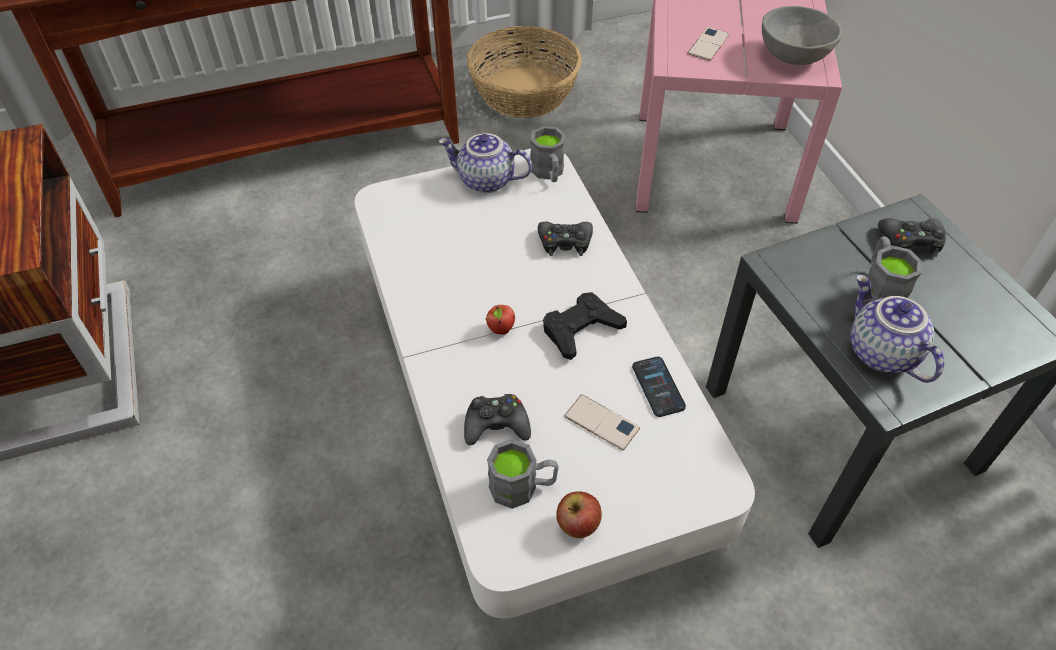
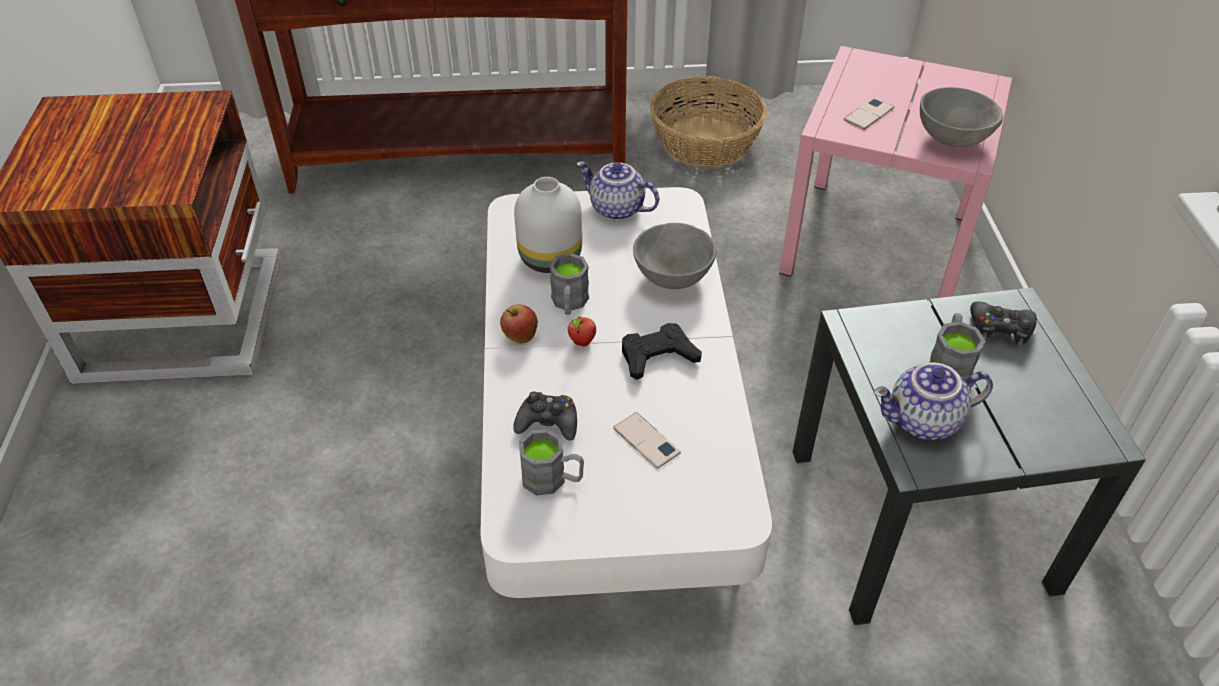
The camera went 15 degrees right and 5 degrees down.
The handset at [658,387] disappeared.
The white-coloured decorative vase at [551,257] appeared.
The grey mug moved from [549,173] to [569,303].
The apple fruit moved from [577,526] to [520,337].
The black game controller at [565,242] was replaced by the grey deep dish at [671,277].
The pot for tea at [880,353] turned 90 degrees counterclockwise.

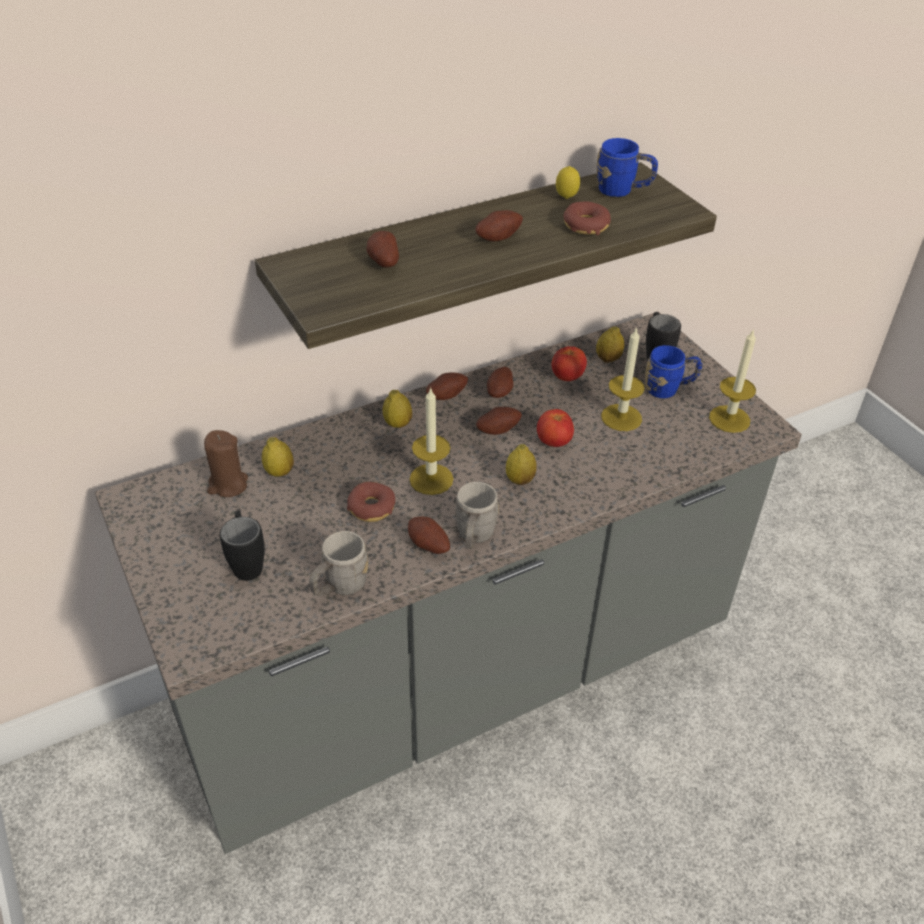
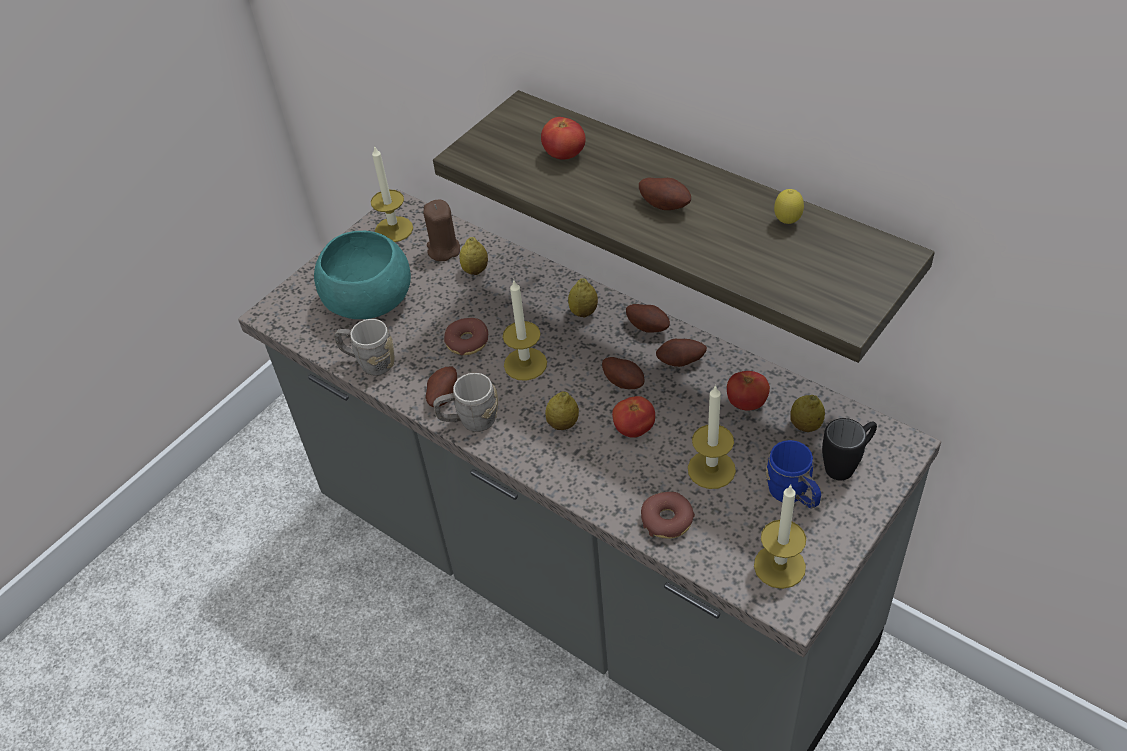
The camera went 70 degrees right and 5 degrees up.
The blue mug at [623,191] disappeared.
The wax candle at [394,229] appeared.
The doughnut moved from [585,226] to [667,520].
The black mug at [247,562] was replaced by the blue-green deep dish at [368,300].
The whole potato at [383,262] was replaced by the tomato at [564,155].

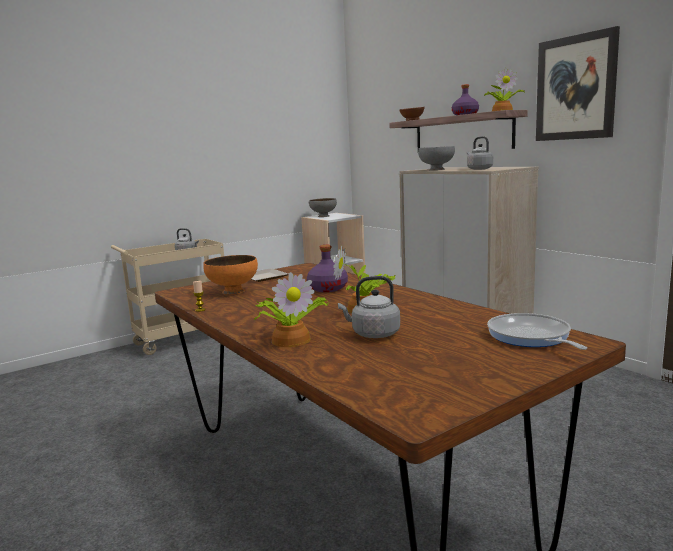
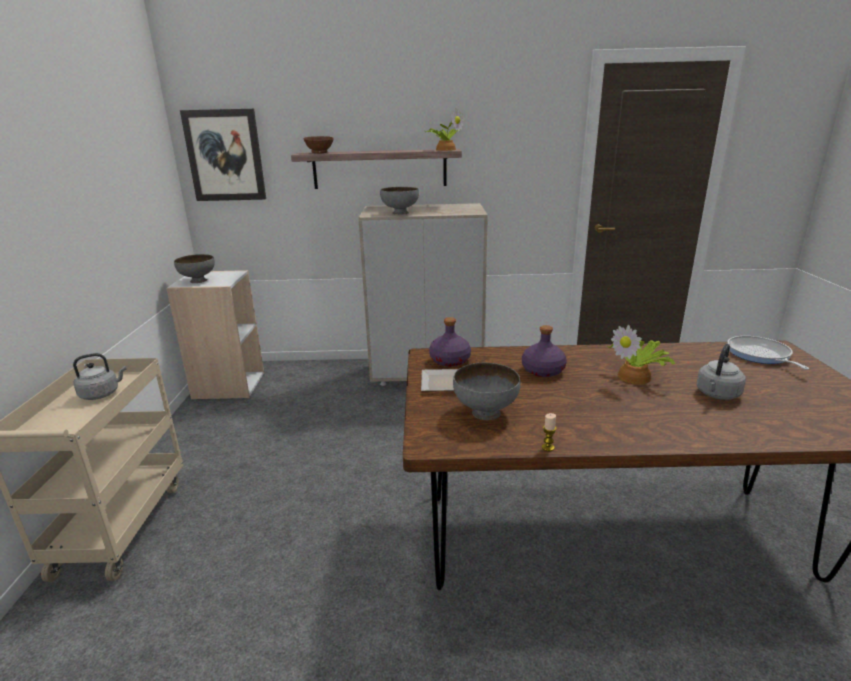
The camera went 55 degrees left and 10 degrees up.
The potted plant at [292,339] disappeared.
The grey water kettle at [478,169] disappeared.
The purplish drink bottle moved from [465,115] to [450,360].
The wall picture moved from [575,88] to [225,156].
The orangey deep dish at [233,291] became the grey deep dish at [485,412].
The pan at [530,337] turned 60 degrees clockwise.

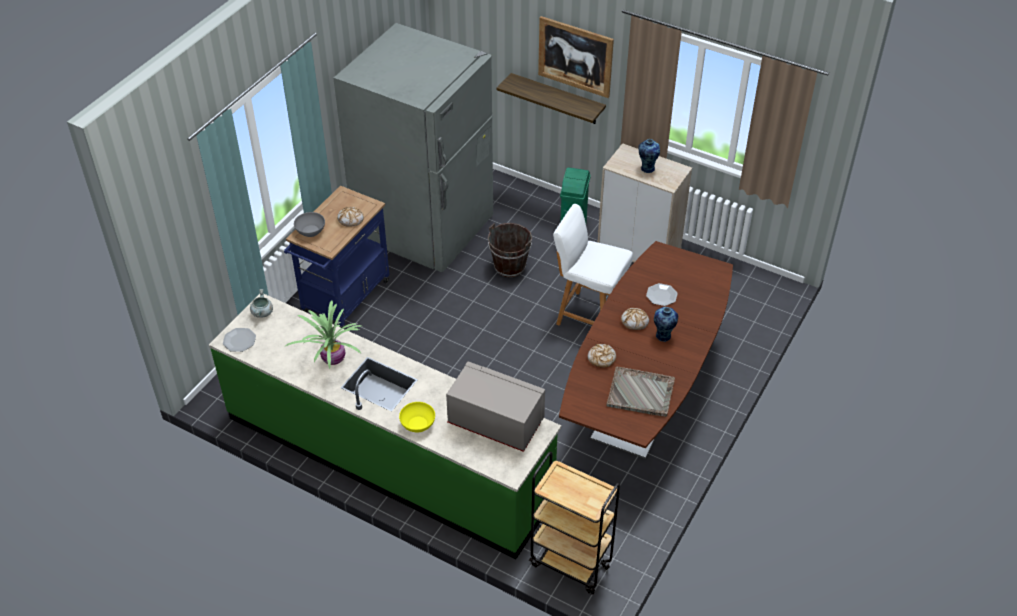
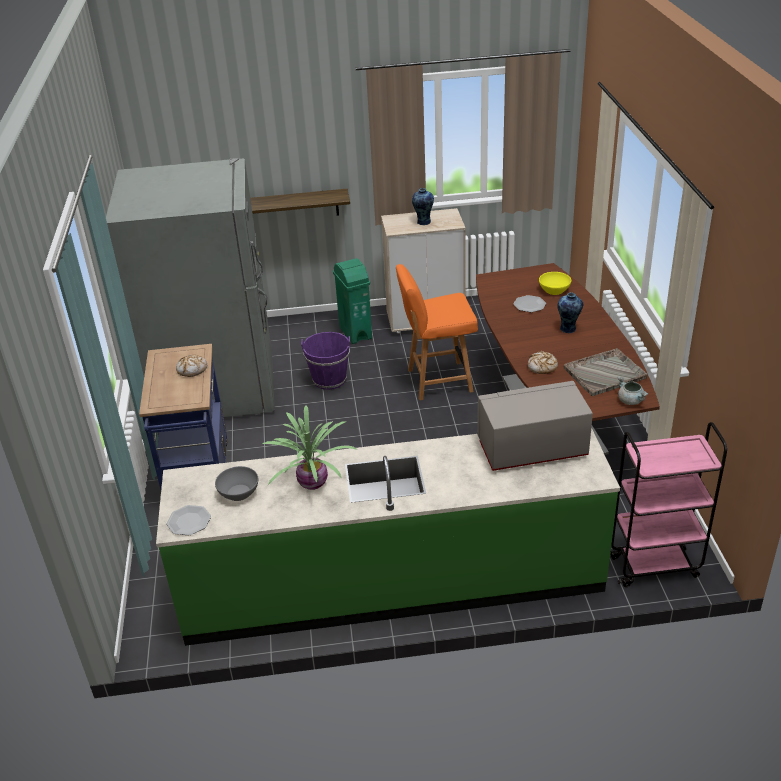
The camera went 35 degrees left and 10 degrees down.
The wall picture at [575,56] disappeared.
The bread at [635,321] disappeared.
The grey saucepot moved from [262,313] to [631,401].
The grey deep dish moved from [310,231] to [239,493].
The yellow deep dish moved from [417,424] to [554,290].
The brownish bucket at [510,266] became the purplish bucket at [329,380].
The brownish trolley at [569,567] became the pinkish trolley at [653,568].
The white-coloured plain chair at [588,315] became the orangey plain chair at [438,381].

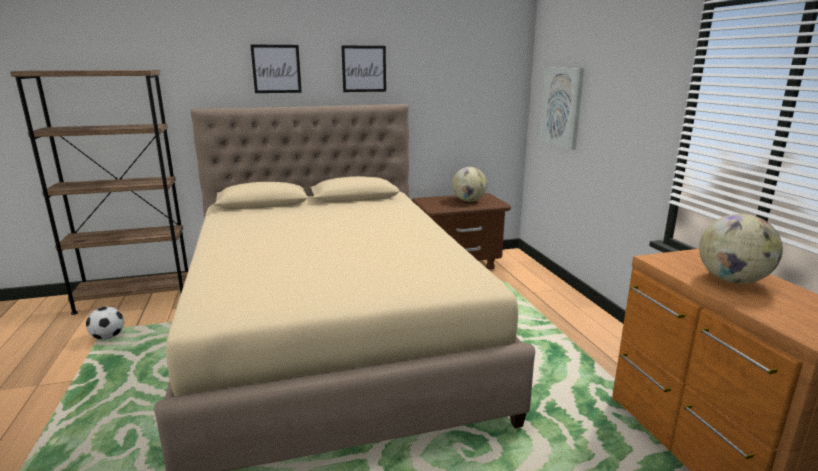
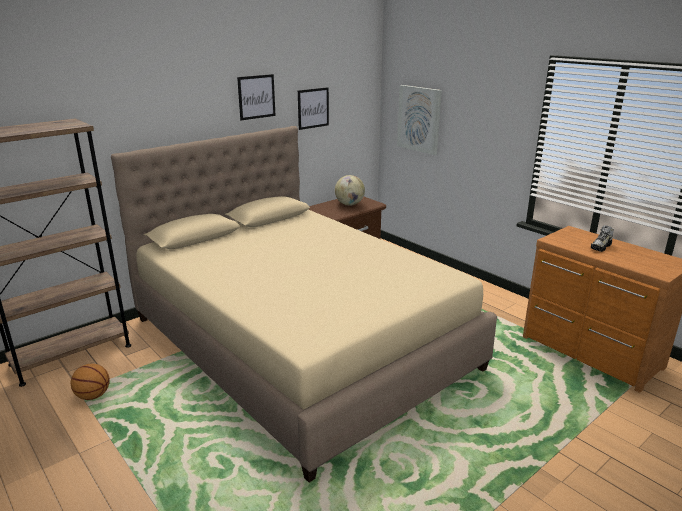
The camera went 25 degrees left and 5 degrees up.
The wall picture moved from [276,69] to [313,108].
The ball for football at [108,337] was replaced by the basketball at [93,396].
The desk globe at [732,280] was replaced by the low shoe at [601,247].

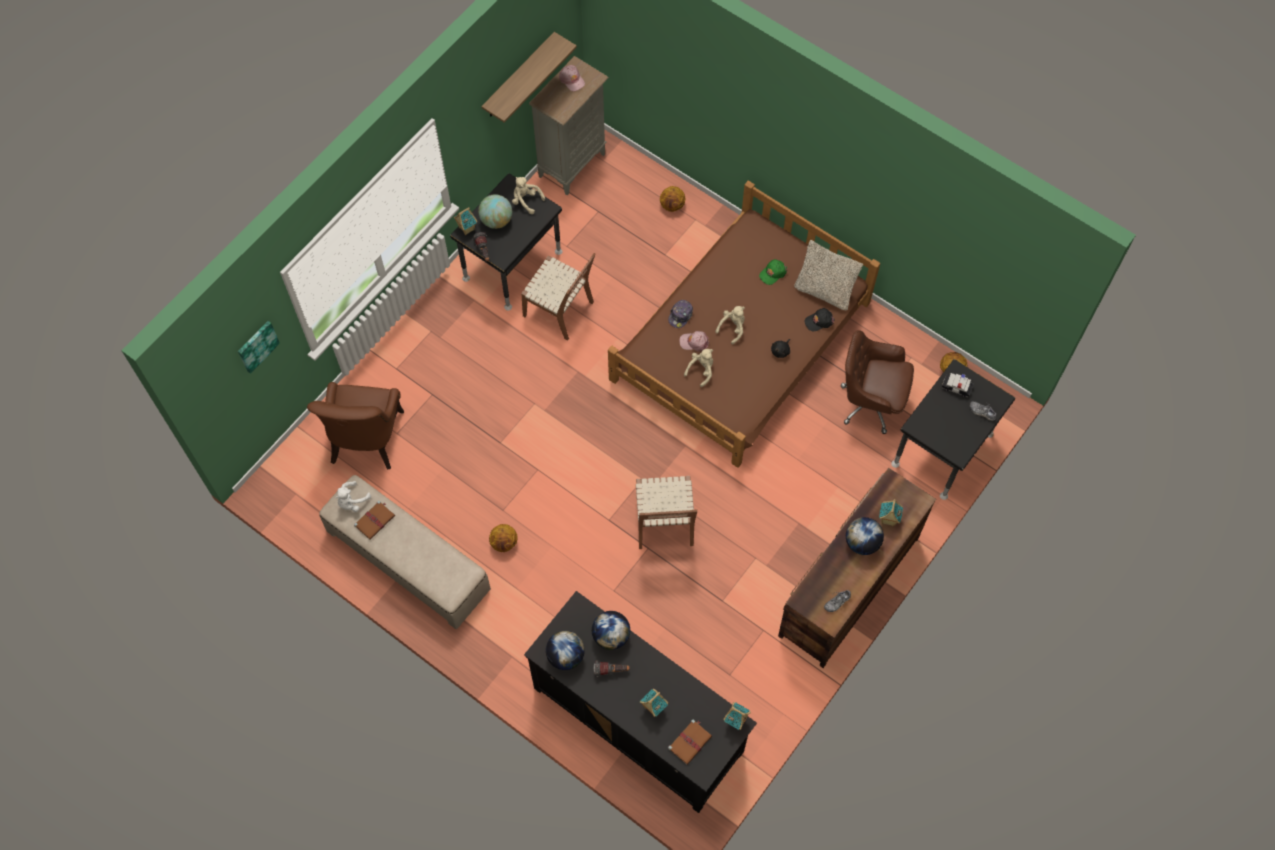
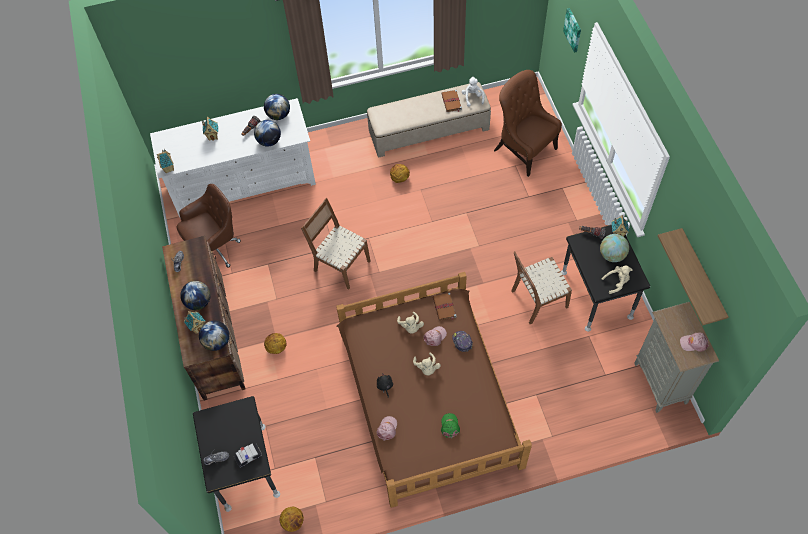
The camera went 130 degrees right and 5 degrees down.
The beige-coloured throw pillow at [825,289] disappeared.
The desk globe at [217,342] appeared.
The basketball moved from [672,206] to [276,348].
The brownish volume moved from [690,741] to [444,307].
The brownish office chair moved from [870,402] to [215,249].
The black chest of drawers at [639,718] became the white-coloured chest of drawers at [244,182].
The black peaked cap at [819,321] became the pinkish peaked cap at [387,429].

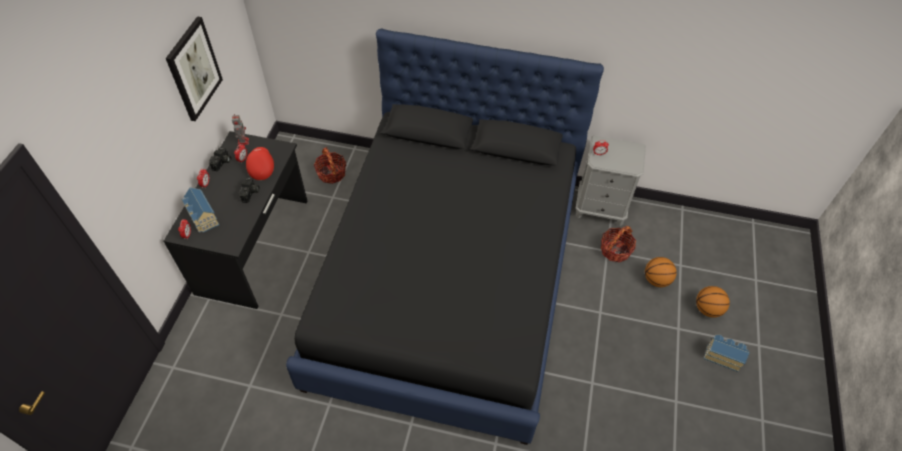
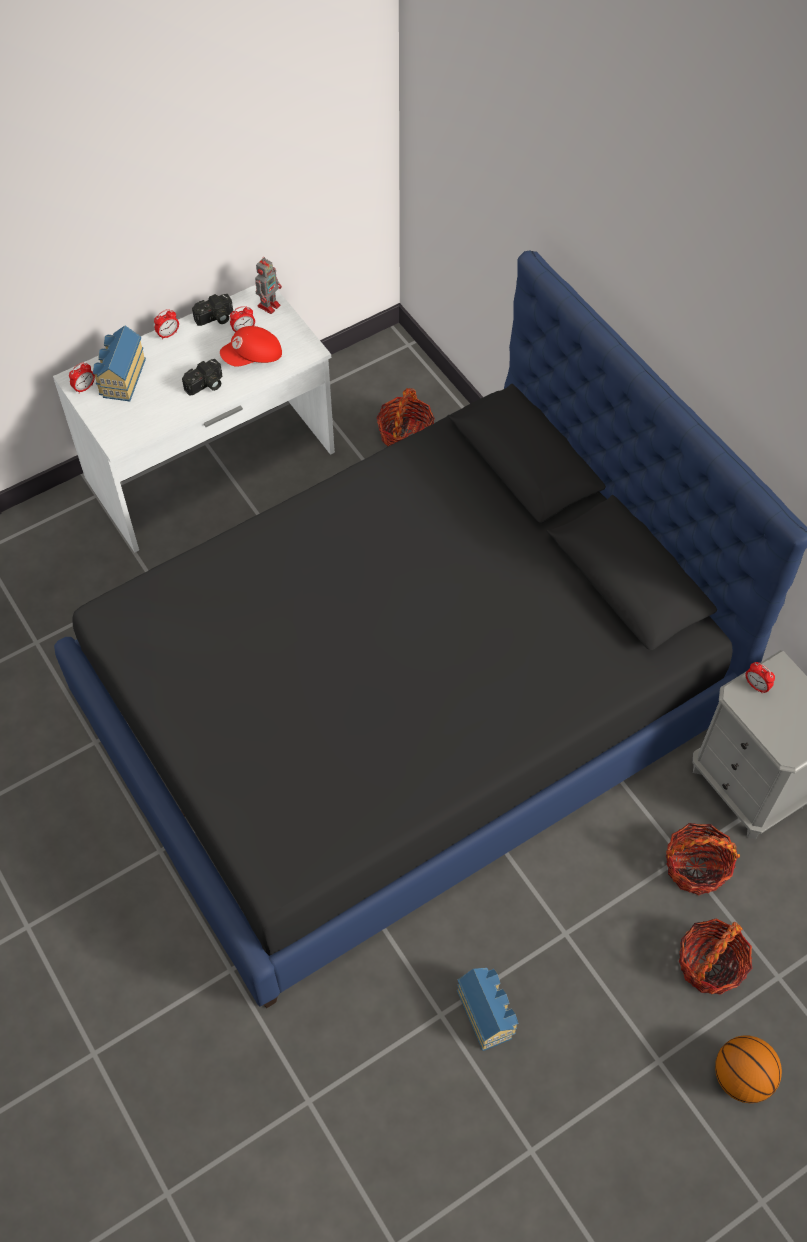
The camera went 45 degrees right and 5 degrees up.
The wall picture at [194,69] disappeared.
The toy house moved from [722,356] to [487,1012].
The basketball at [656,280] was replaced by the household basket at [710,964].
The black desk table at [255,246] became the white-coloured desk table at [211,466].
The red peaked cap at [261,167] turned 150 degrees counterclockwise.

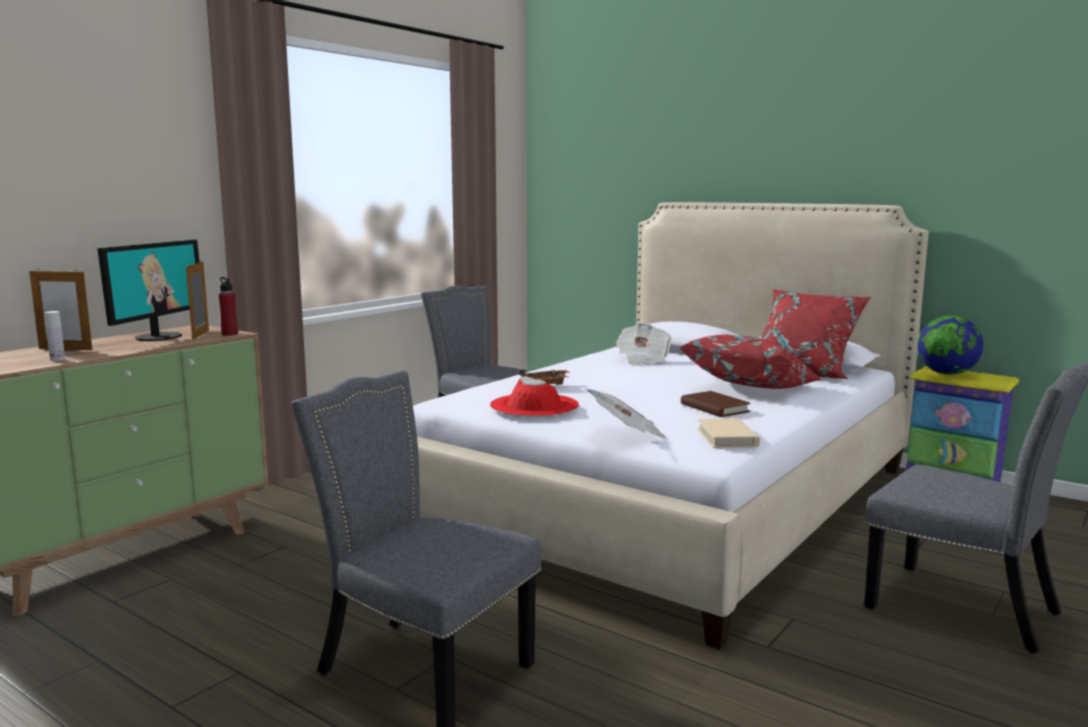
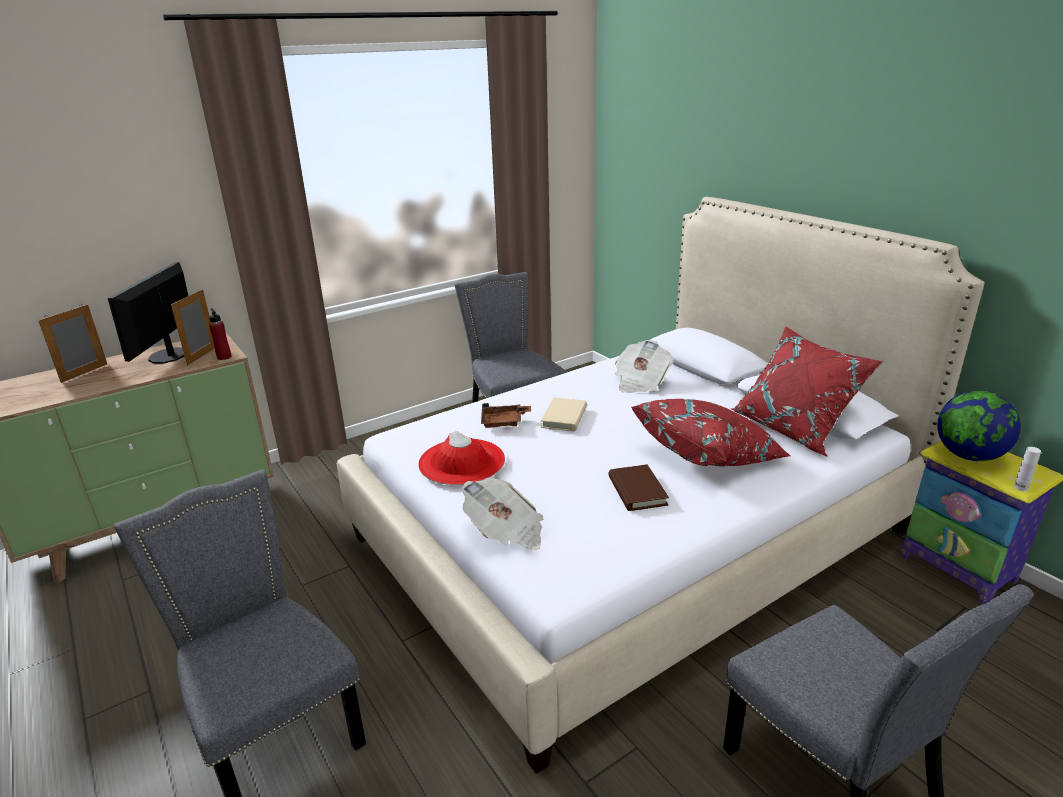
The camera went 20 degrees right and 15 degrees up.
The white-coloured drink bottle moved from [57,359] to [1021,487].
The beige-coloured volume moved from [727,437] to [564,417].
The photo frame at [65,349] turned 90 degrees clockwise.
The monitor at [158,337] turned 150 degrees clockwise.

